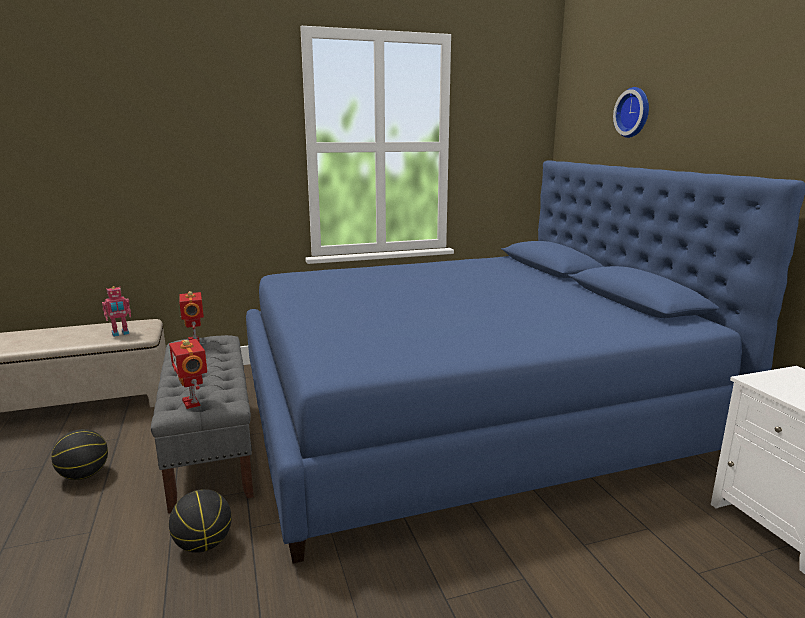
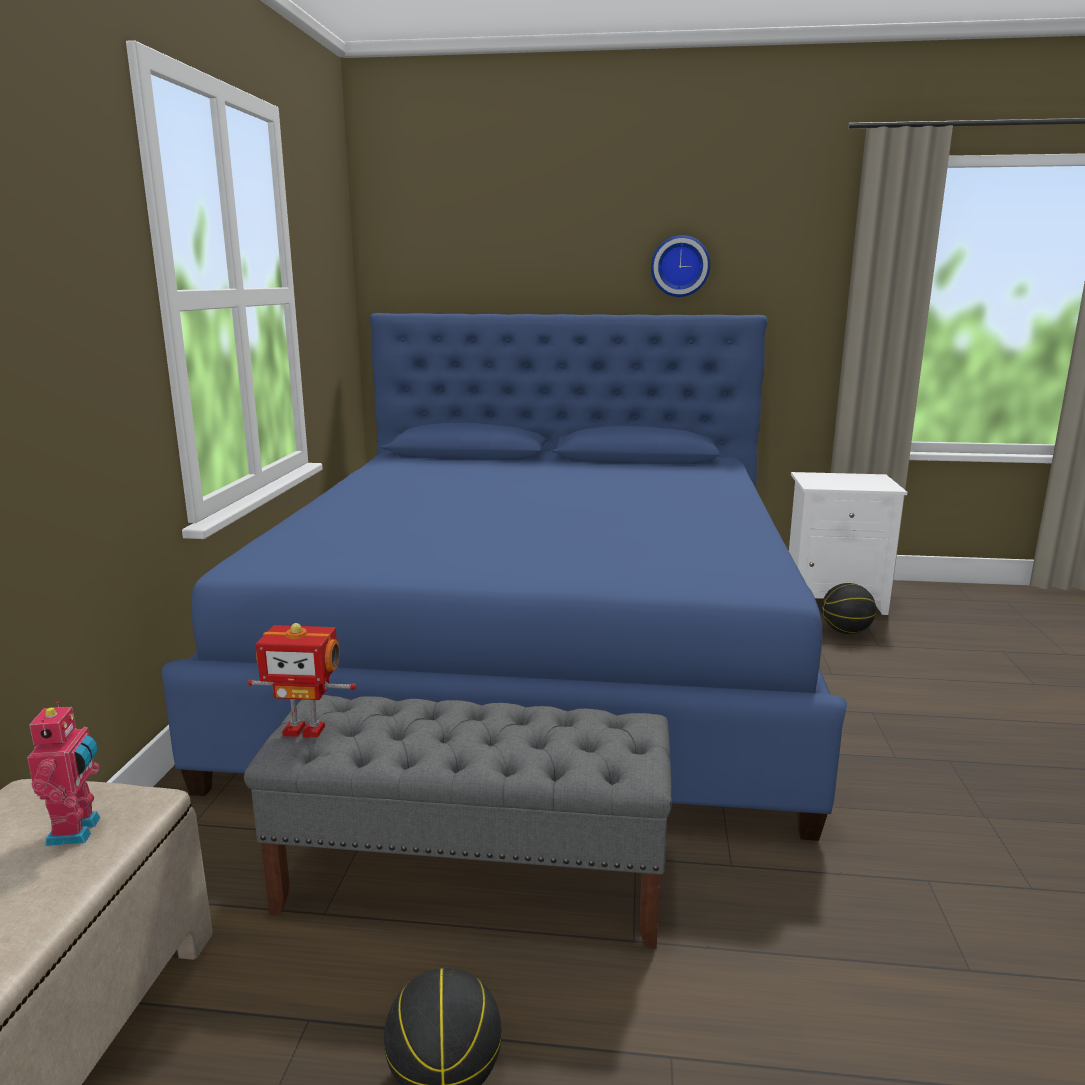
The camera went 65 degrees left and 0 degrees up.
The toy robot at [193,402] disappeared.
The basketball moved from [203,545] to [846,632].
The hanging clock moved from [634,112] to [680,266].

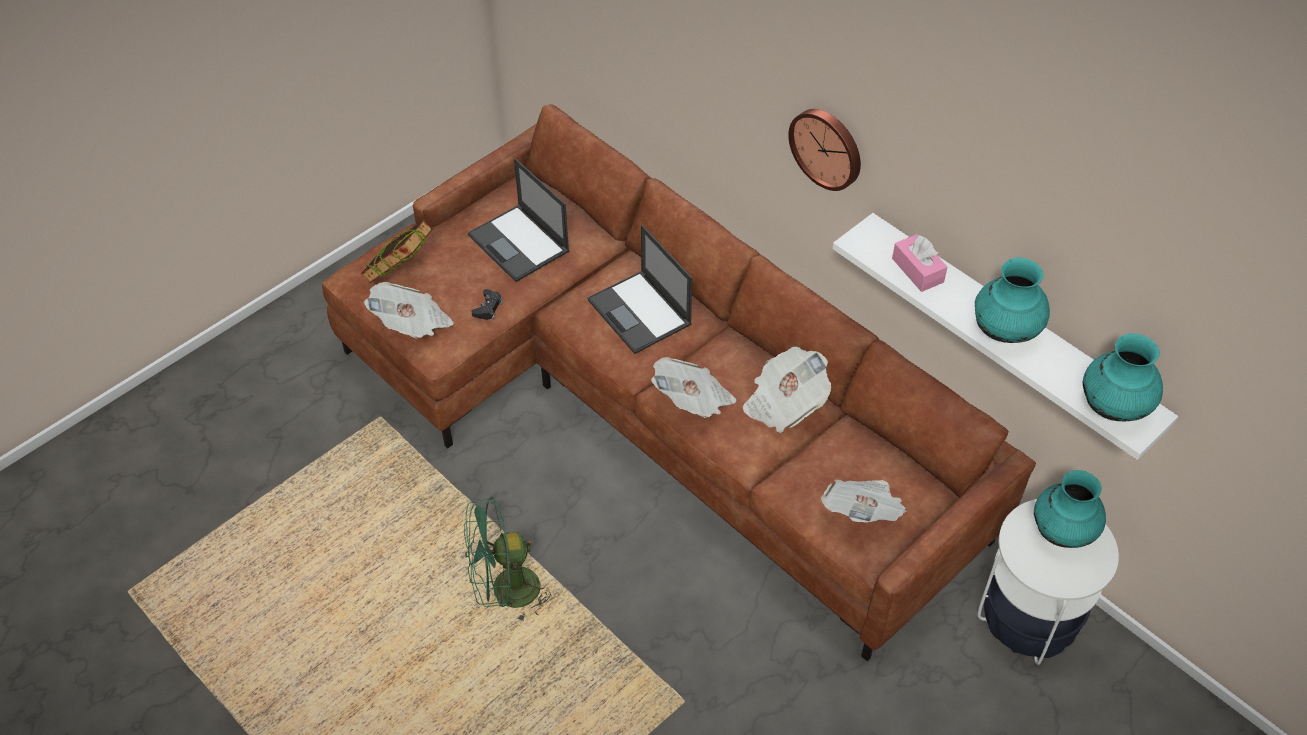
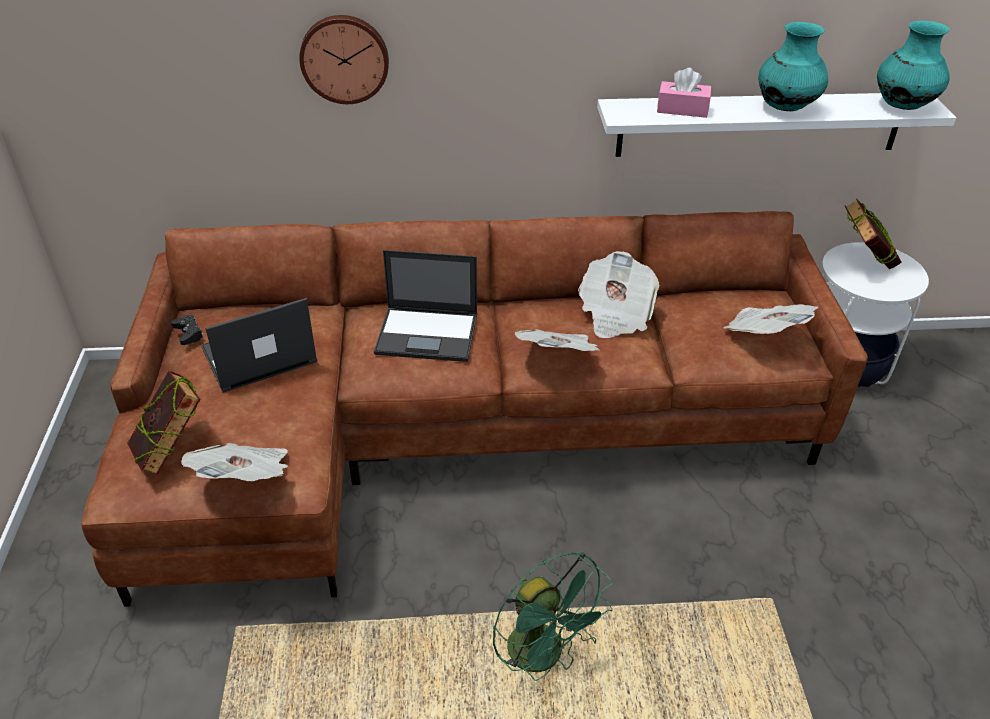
The camera went 50 degrees left and 10 degrees down.
The black game controller moved from [488,308] to [188,333].
The hanging clock moved from [827,147] to [344,58].
The blue-green decorative vase at [1062,532] was replaced by the volume at [863,262].
The green fan at [505,592] turned 60 degrees counterclockwise.
The portable computer at [519,244] turned 150 degrees clockwise.

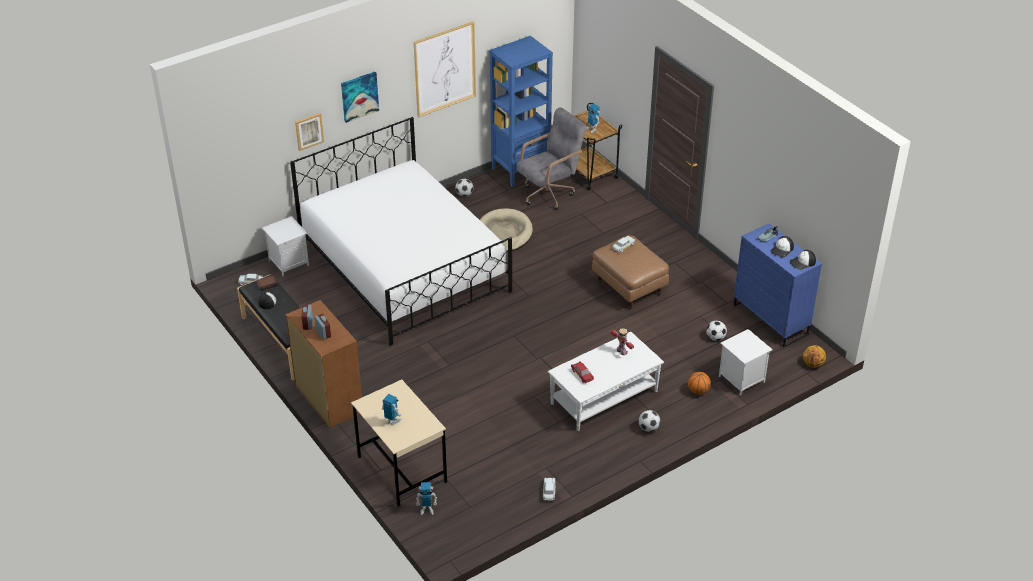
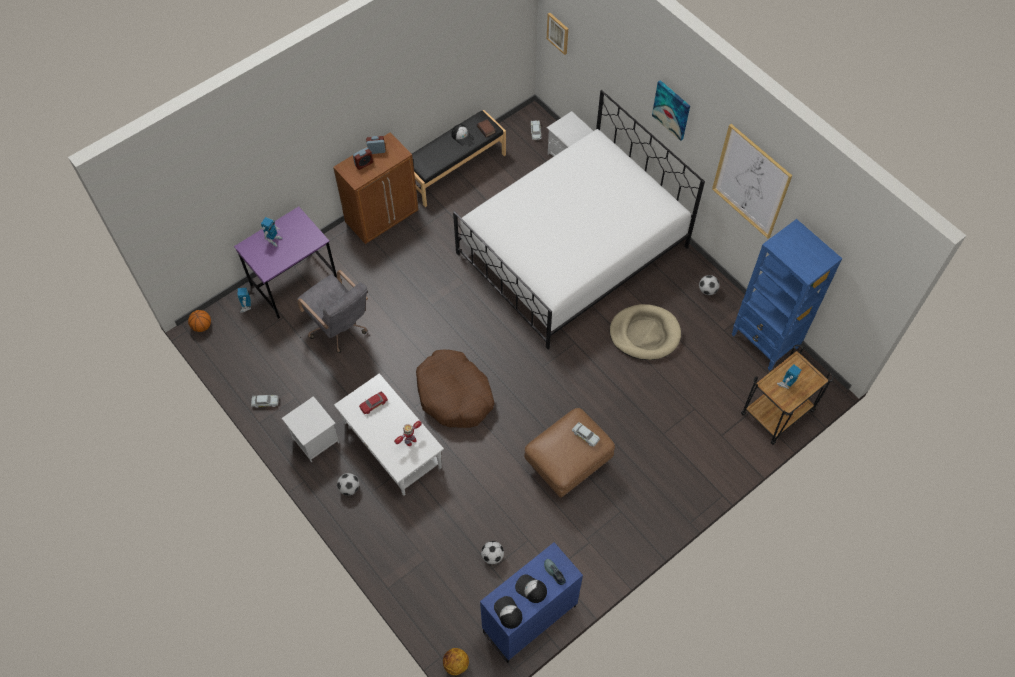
The camera went 85 degrees right and 20 degrees up.
The brownish pet bed at [454,395] appeared.
The wall picture moved from [309,131] to [558,33].
The grey office chair moved from [550,194] to [340,330].
The basketball moved from [698,391] to [202,326].
The grey night table moved from [741,380] to [314,440].
The beige-coloured desk table at [401,469] became the purplish desk table at [294,282].

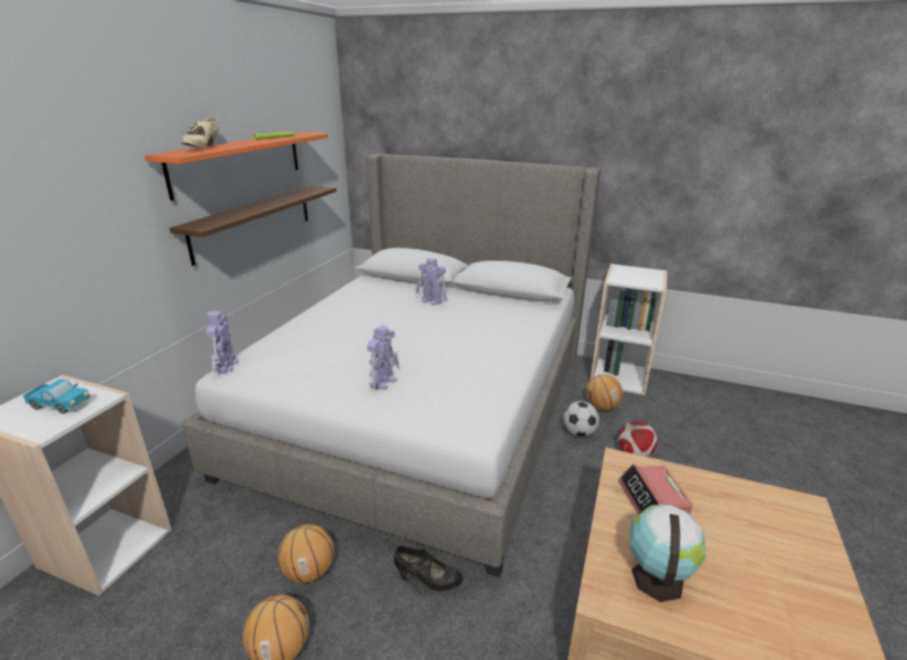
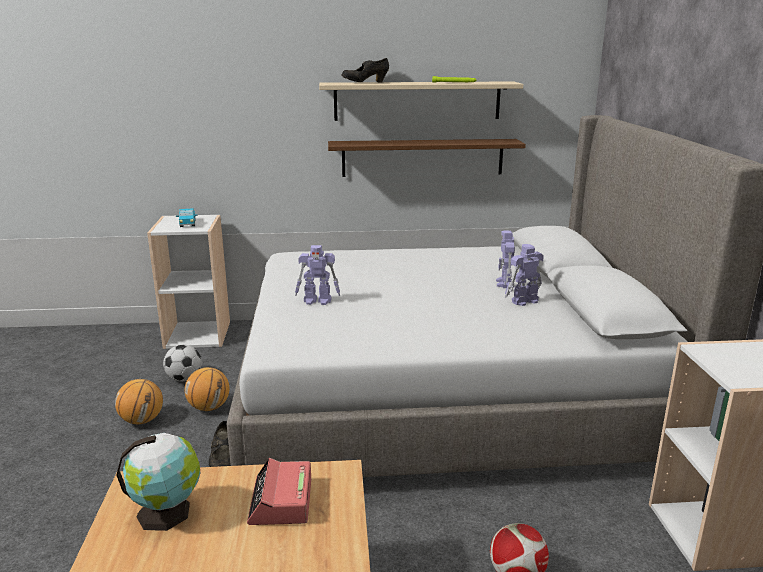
The camera went 65 degrees right and 5 degrees down.
The basketball at [601,407] disappeared.
The toy robot moved from [225,366] to [523,301].
The ball for football moved from [578,433] to [184,379].
The orangey wall shelf at [239,162] became the beige-coloured wall shelf at [417,101].
The beige-coloured low shoe at [203,148] became the black low shoe at [365,82].
The alarm clock at [652,500] turned 60 degrees counterclockwise.

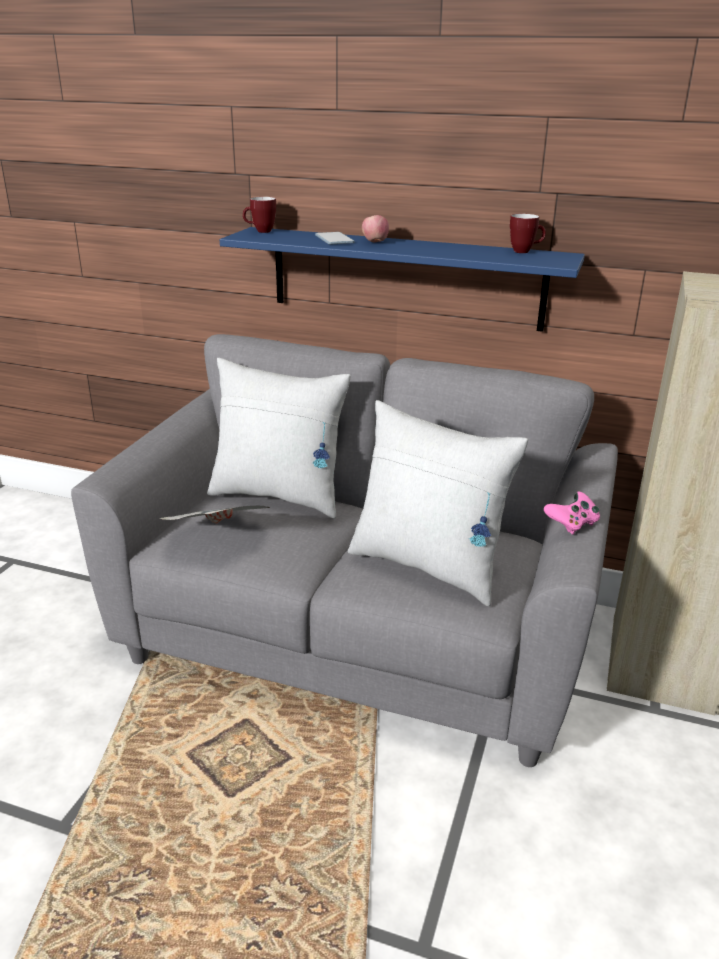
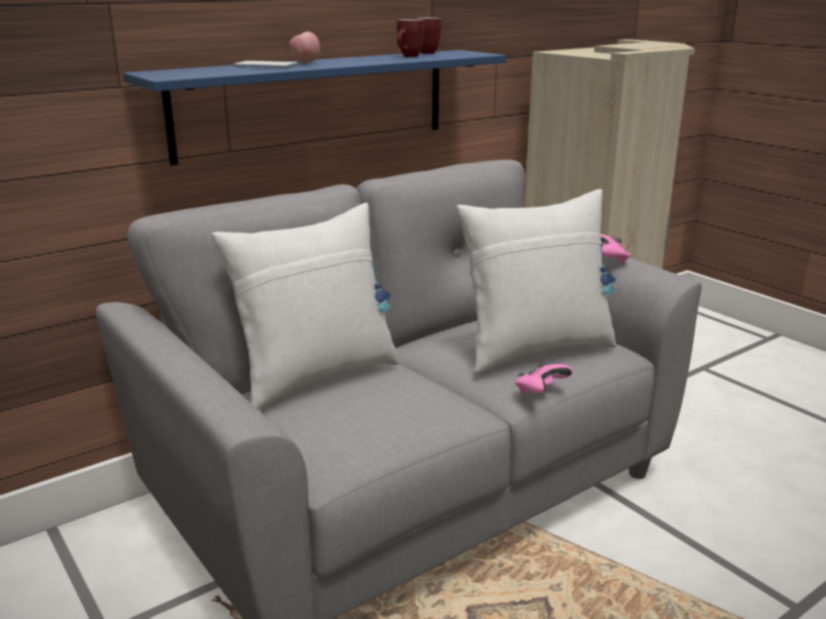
The camera went 55 degrees left and 5 degrees down.
The newspaper at [218,538] disappeared.
The pinkish game controller at [541,391] appeared.
The mug moved from [260,231] to [409,57].

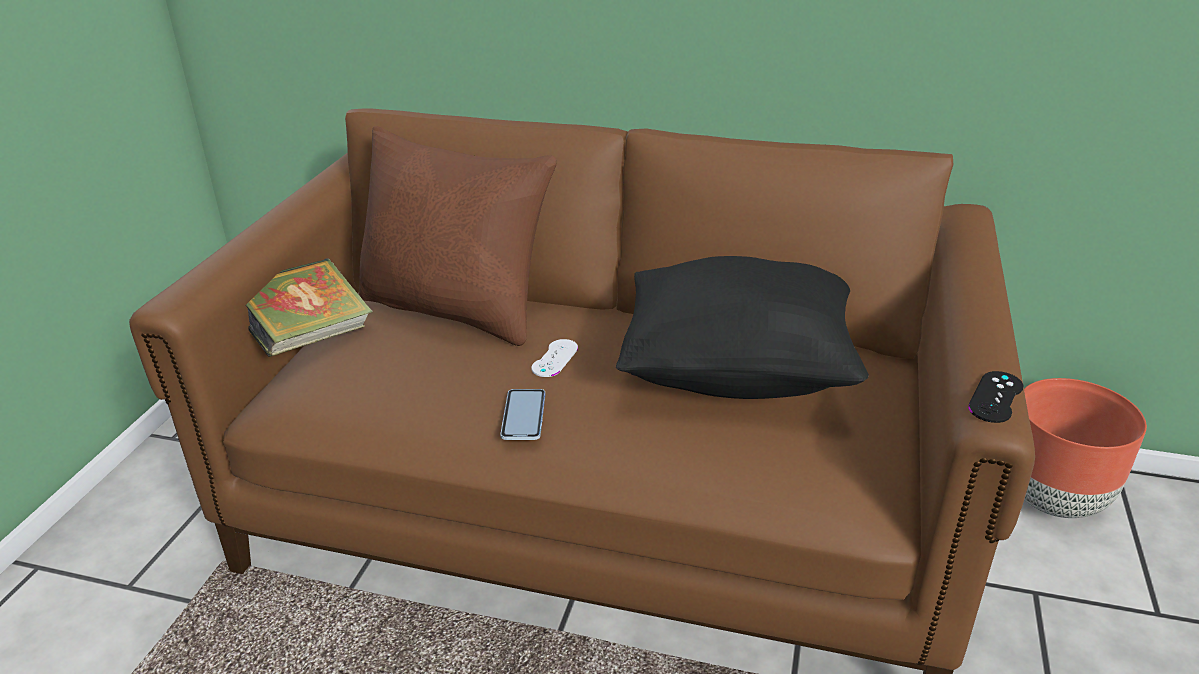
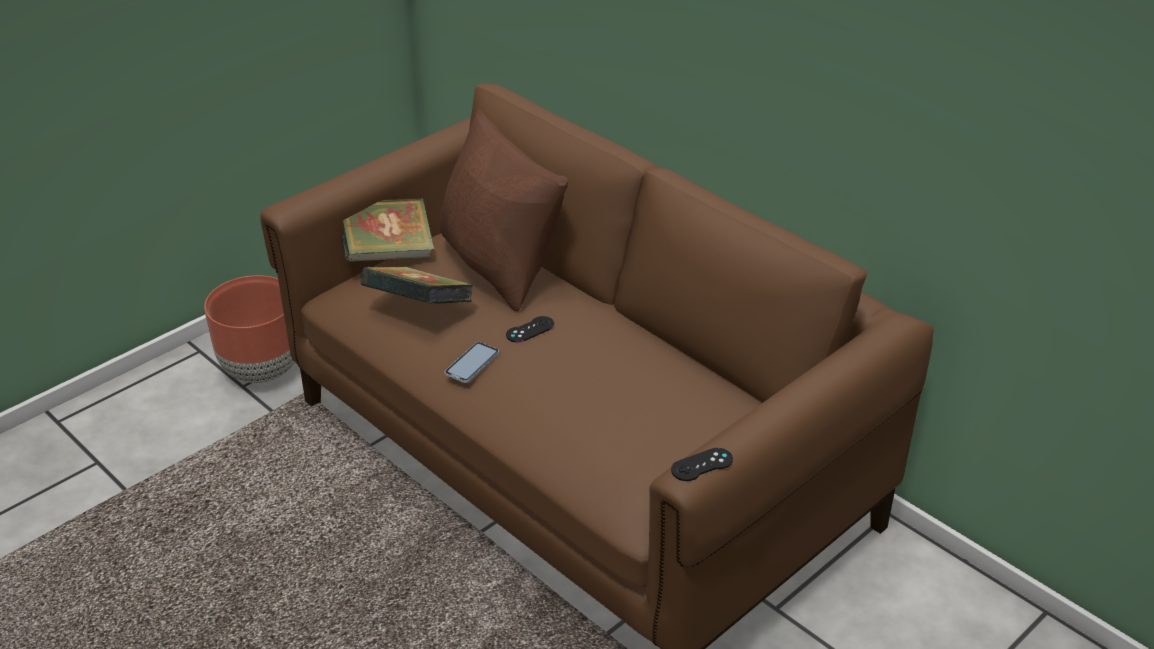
The camera went 30 degrees right and 5 degrees up.
The black throw pillow at [738,372] disappeared.
The volume at [419,310] appeared.
The brownish plant pot moved from [1054,499] to [263,370].
The white-coloured game controller at [555,358] became the black game controller at [530,329].

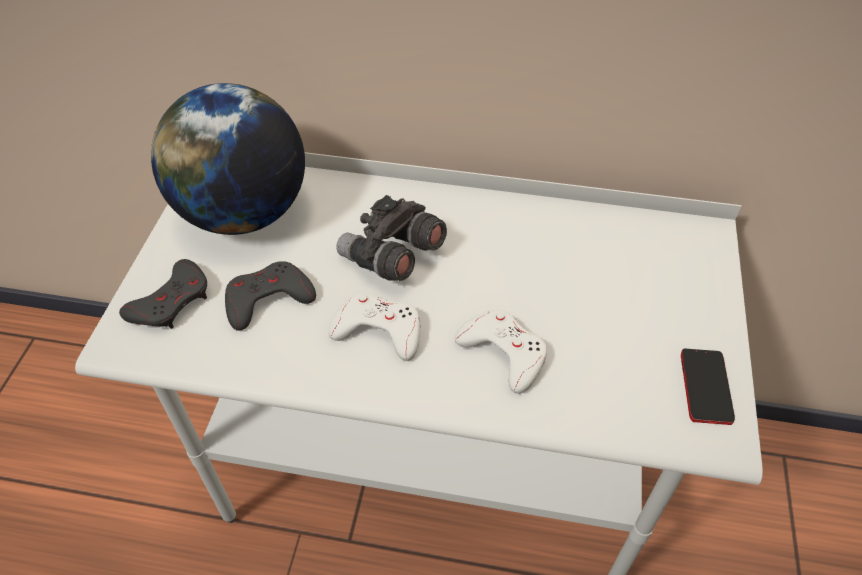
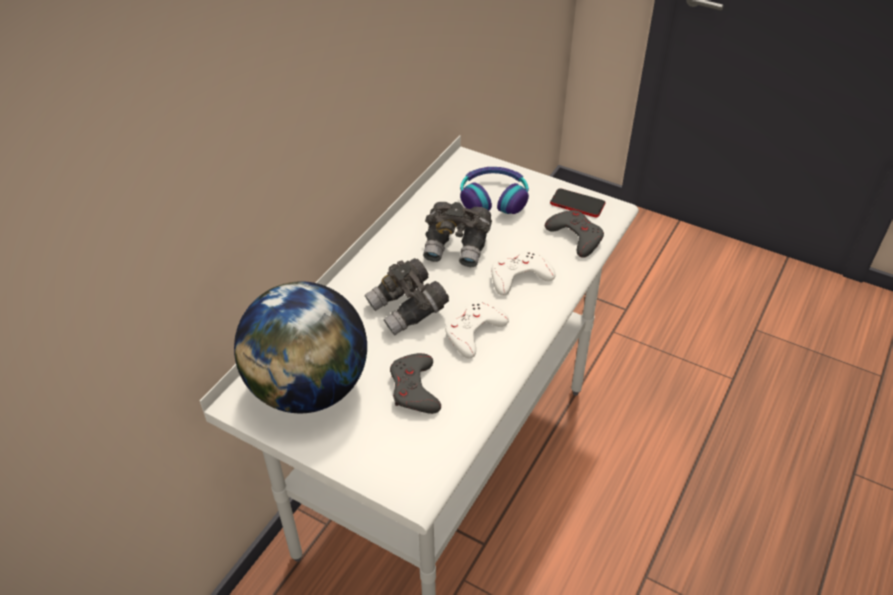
The camera went 70 degrees left and 5 degrees down.
The grey binoculars at [457,246] appeared.
The headset at [493,198] appeared.
The grey game controller moved from [171,301] to [575,236].

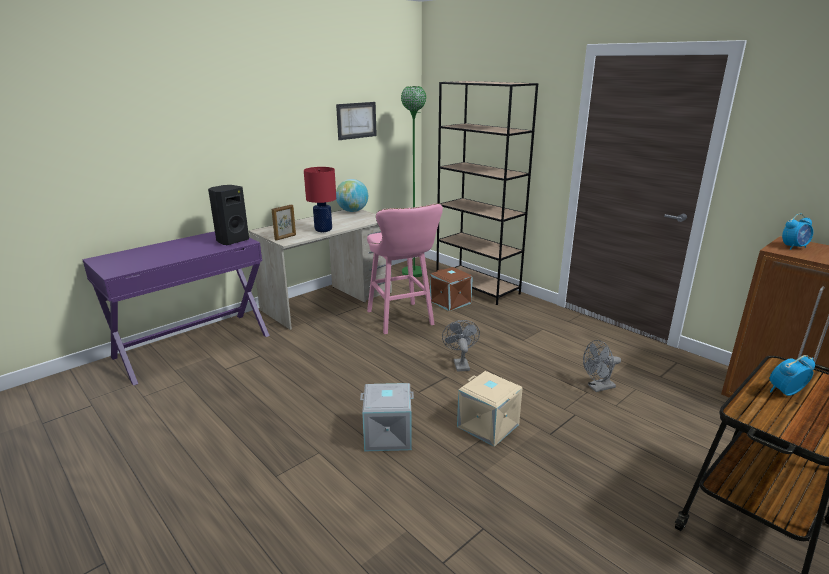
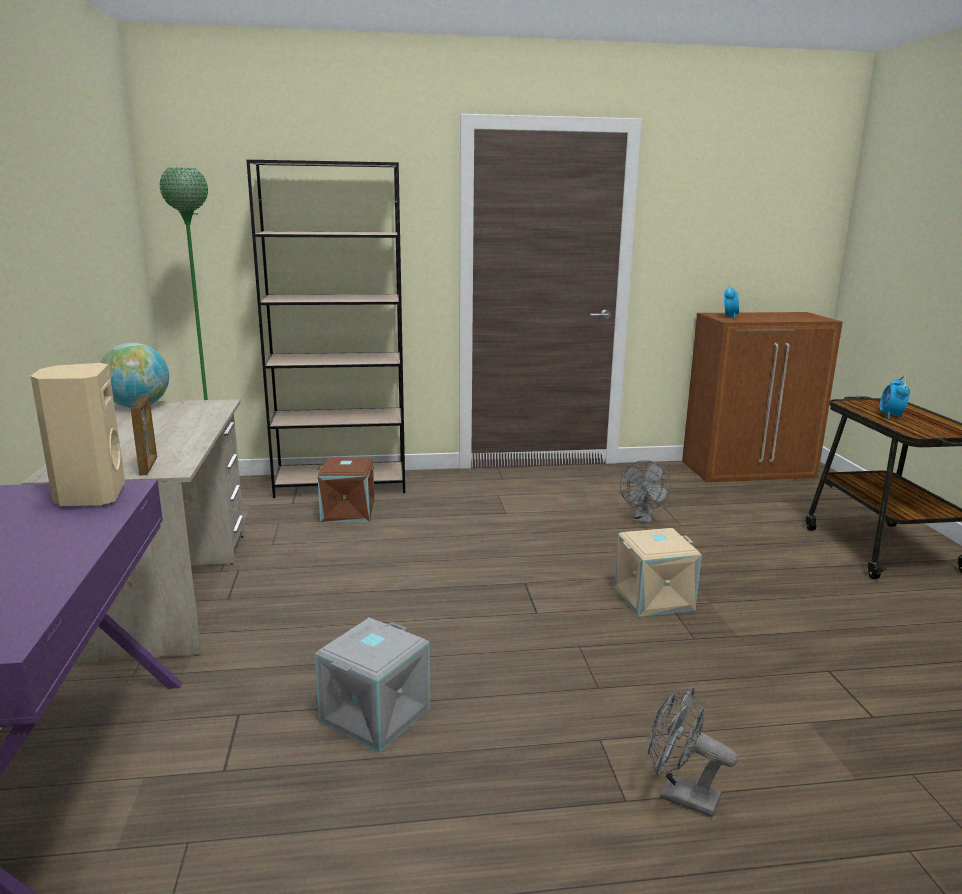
The camera went 55 degrees left and 5 degrees down.
The red table lamp at [323,231] disappeared.
The wall picture at [356,120] disappeared.
The pinkish sitting stool at [403,321] disappeared.
The grey storage box moved from [387,436] to [376,716].
The grey fan moved from [460,363] to [679,795].
The black loudspeaker at [232,241] became the beige-coloured loudspeaker at [89,496].

